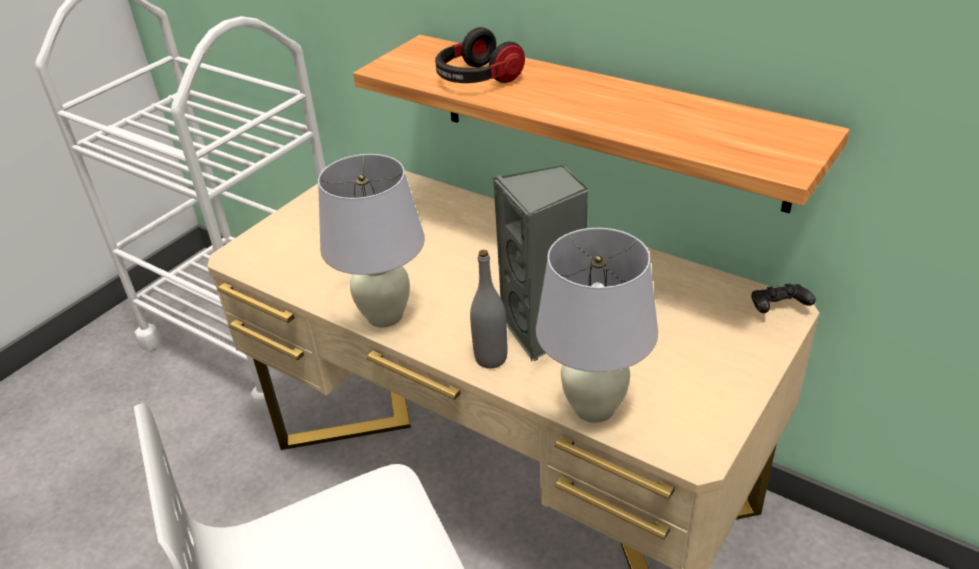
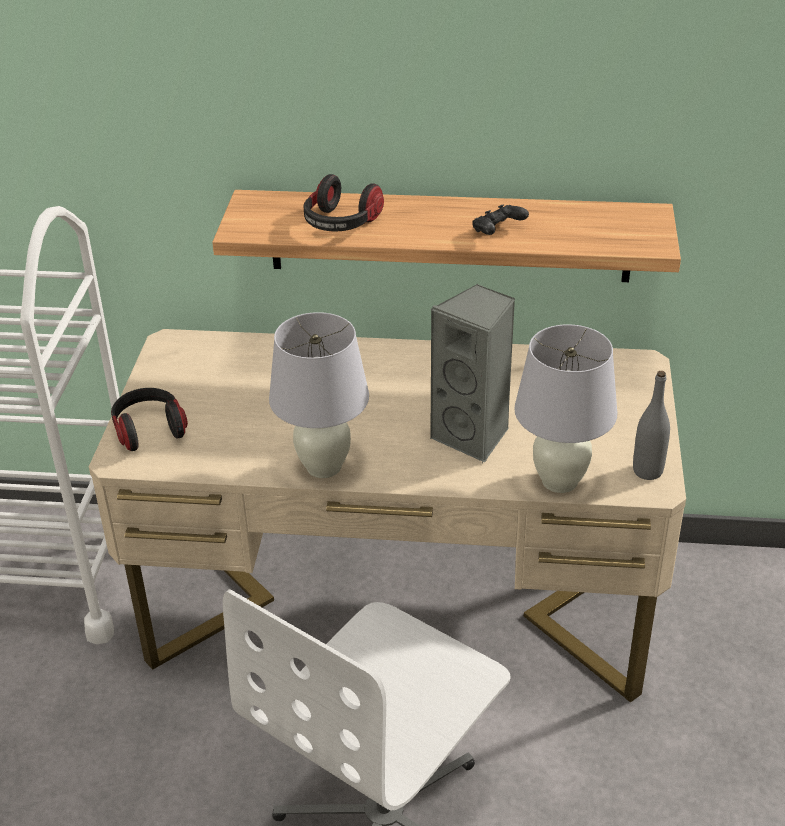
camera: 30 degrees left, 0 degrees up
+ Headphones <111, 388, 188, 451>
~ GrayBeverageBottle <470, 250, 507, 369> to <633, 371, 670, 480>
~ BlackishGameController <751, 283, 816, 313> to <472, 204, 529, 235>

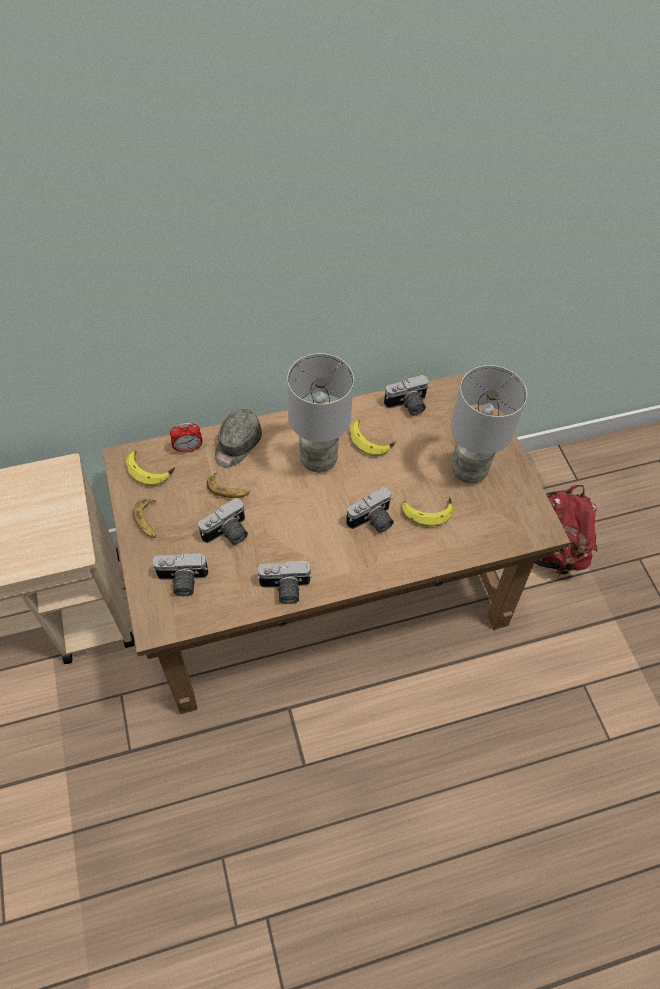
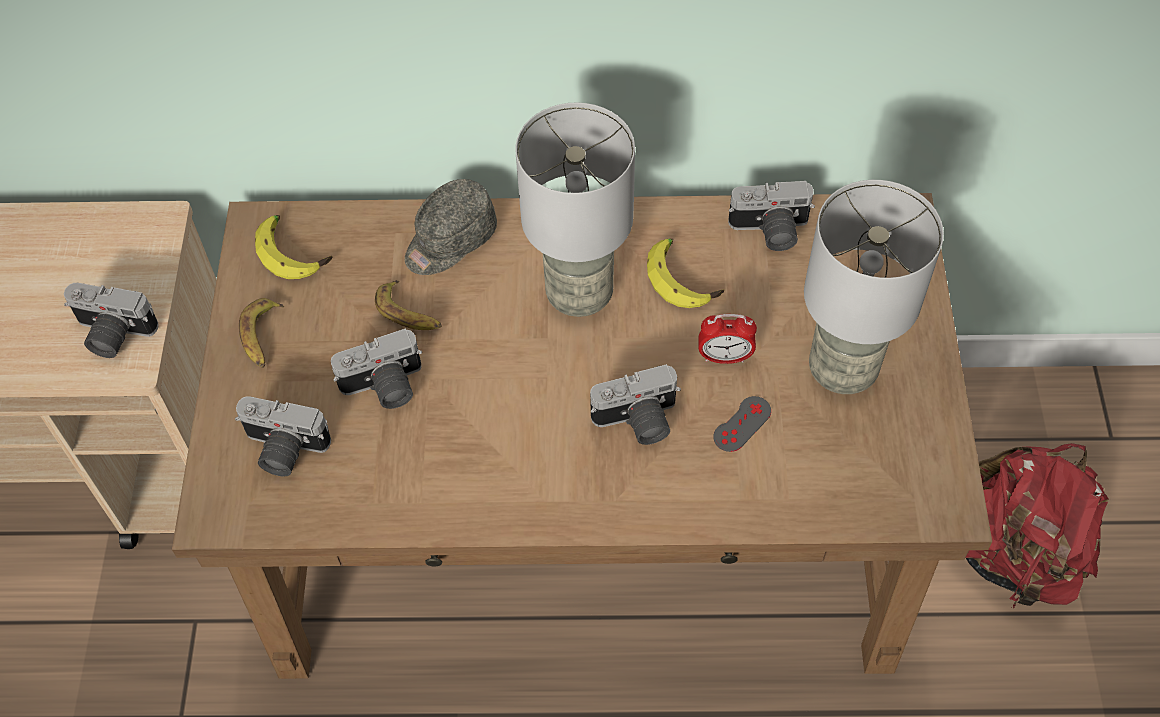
camera: 20 degrees right, 0 degrees up
~ AlarmClock <170, 423, 203, 453> to <699, 314, 757, 364>
~ StillCamera <257, 561, 312, 604> to <64, 283, 159, 358>
~ BananaFruit <402, 497, 453, 526> to GrayGameController <713, 396, 771, 452>

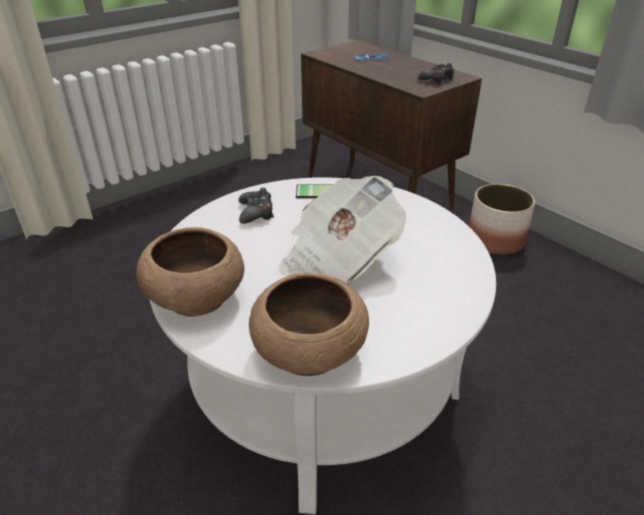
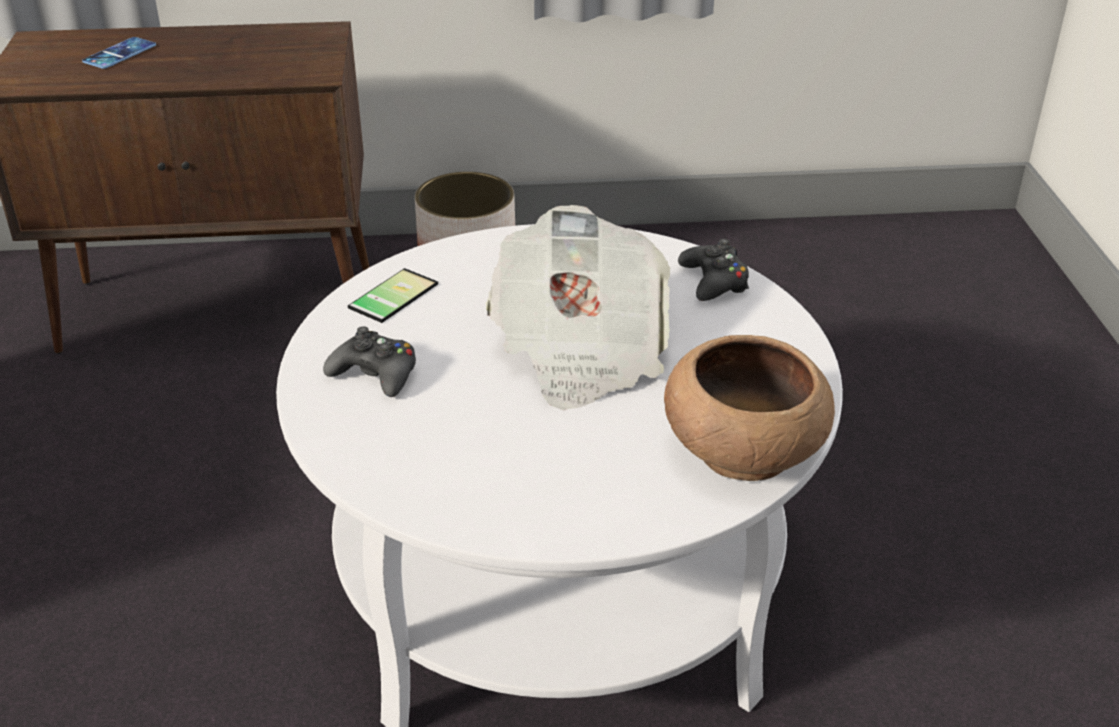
camera: 55 degrees left, 0 degrees up
- BrownColouredDeepDish <136, 227, 244, 317>
~ BlackishGameController <418, 63, 454, 84> to <678, 239, 749, 301>

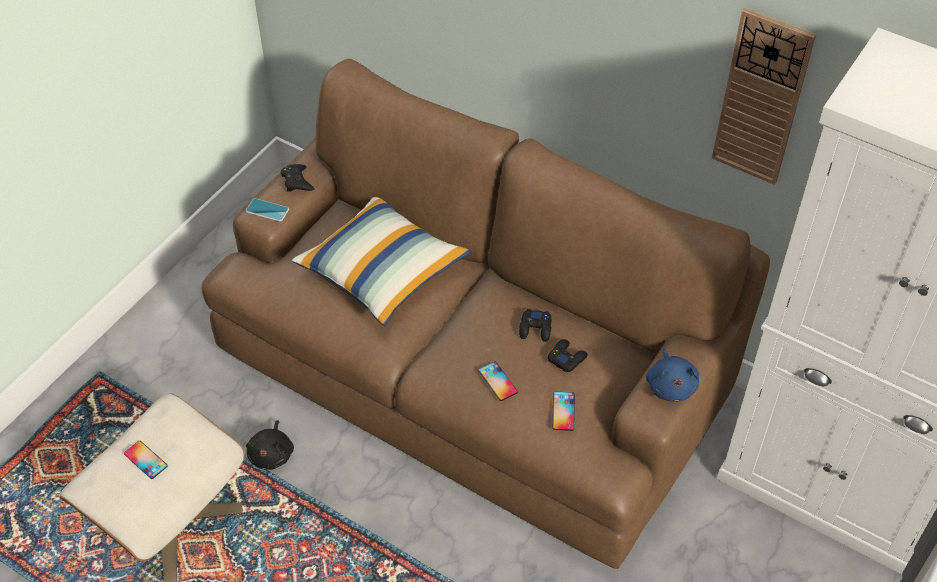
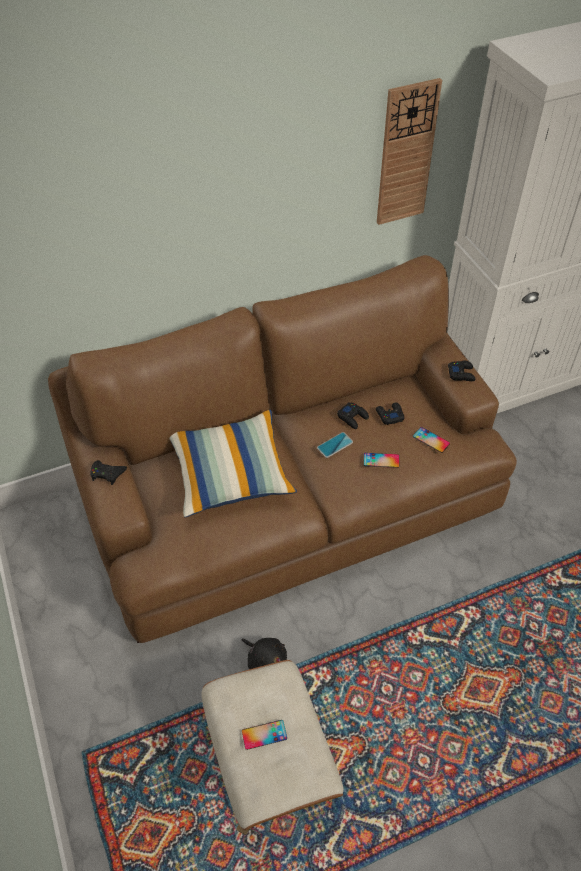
camera: 55 degrees left, 0 degrees up
~ Handset <246, 198, 289, 222> to <317, 432, 353, 458>
~ BluishPlushToy <646, 348, 699, 402> to BlackishGameController <448, 361, 476, 381>

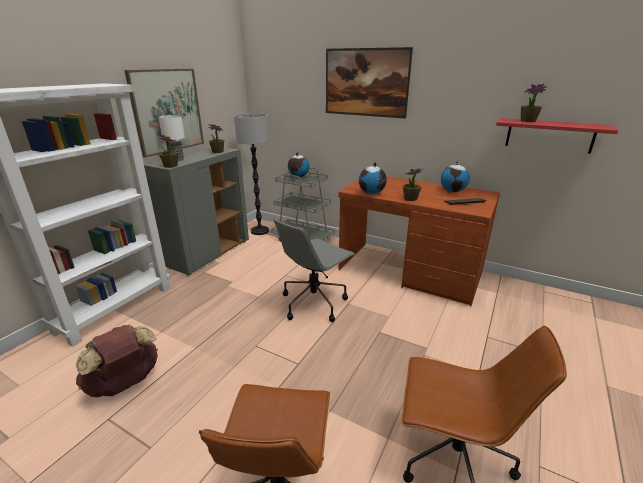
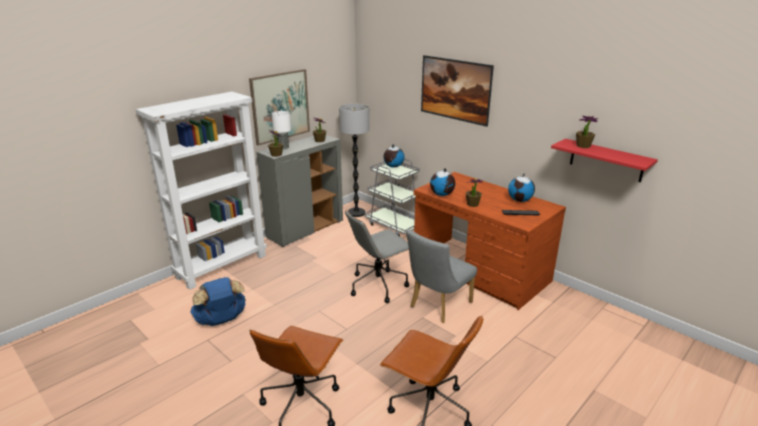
camera: 15 degrees right, 0 degrees up
+ GrayUprightChair <406, 229, 477, 323>
~ BrownColouredBackpack <76, 325, 158, 397> to BluishBackpack <191, 277, 246, 326>

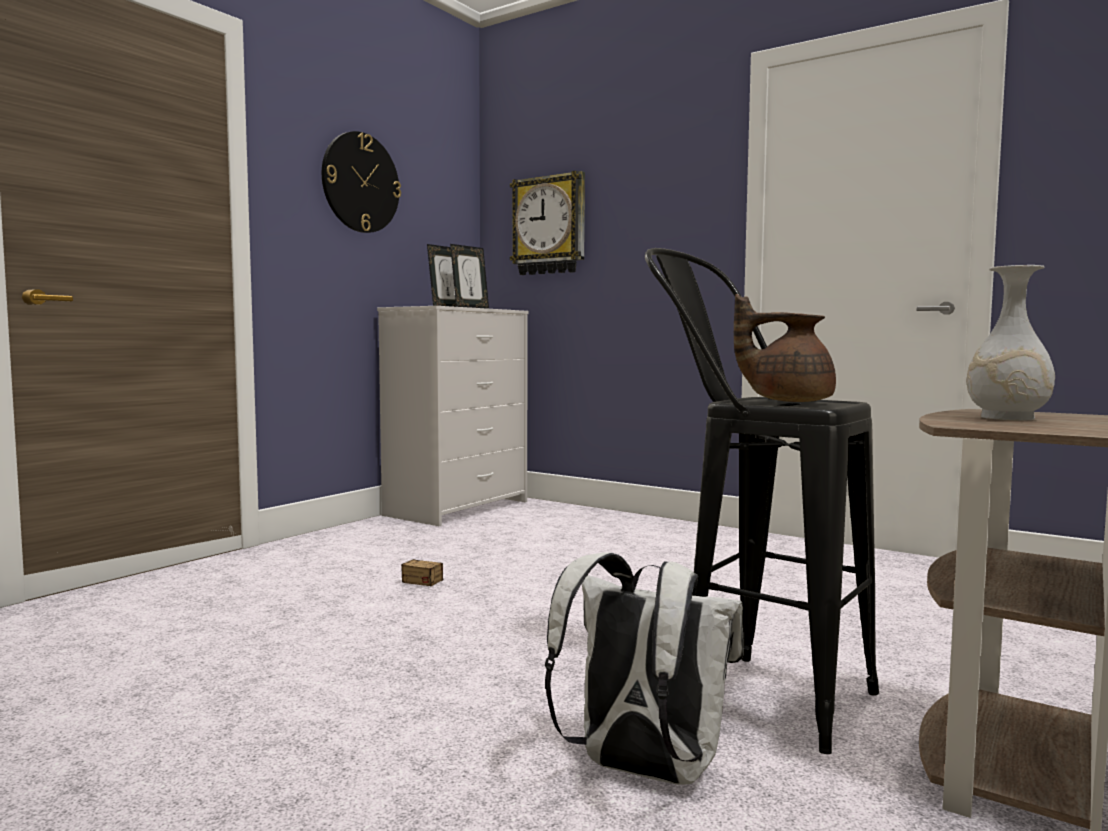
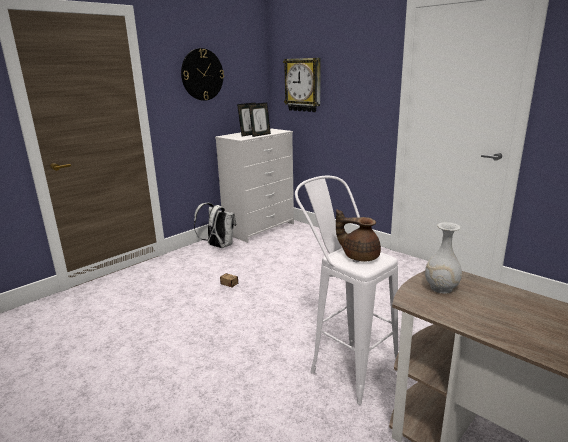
camera: 10 degrees right, 15 degrees up
~ WhitishBackpack <545, 553, 744, 785> to <194, 203, 236, 248>
~ BlackishStool <645, 248, 879, 754> to WhitishStool <295, 176, 398, 405>

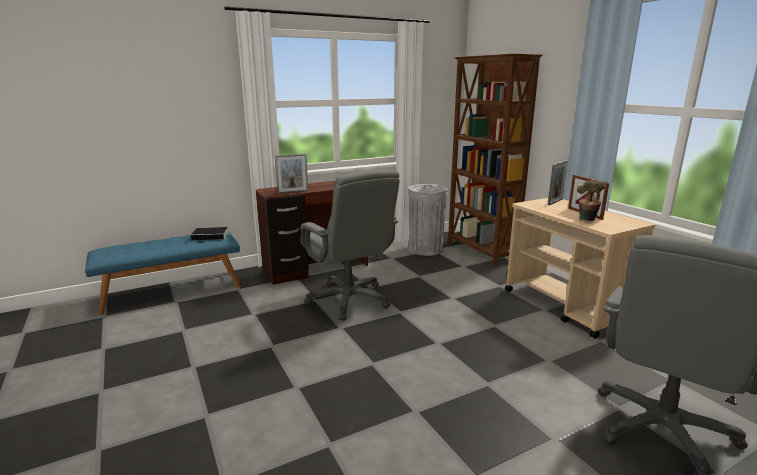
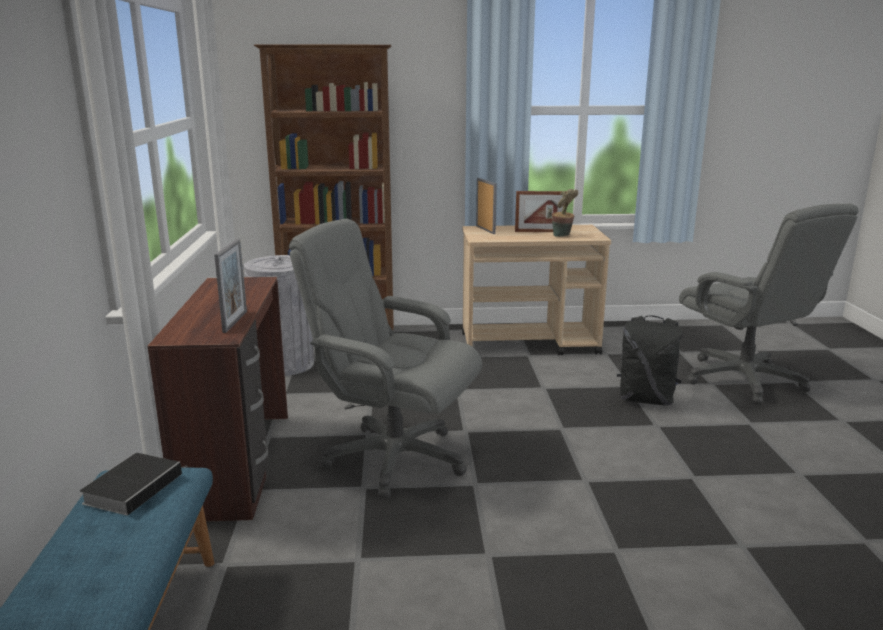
camera: 65 degrees left, 0 degrees up
+ BlackishBackpack <617, 315, 683, 406>
~ GrayDeskChair <300, 170, 400, 320> = <289, 219, 482, 499> 150 degrees counterclockwise

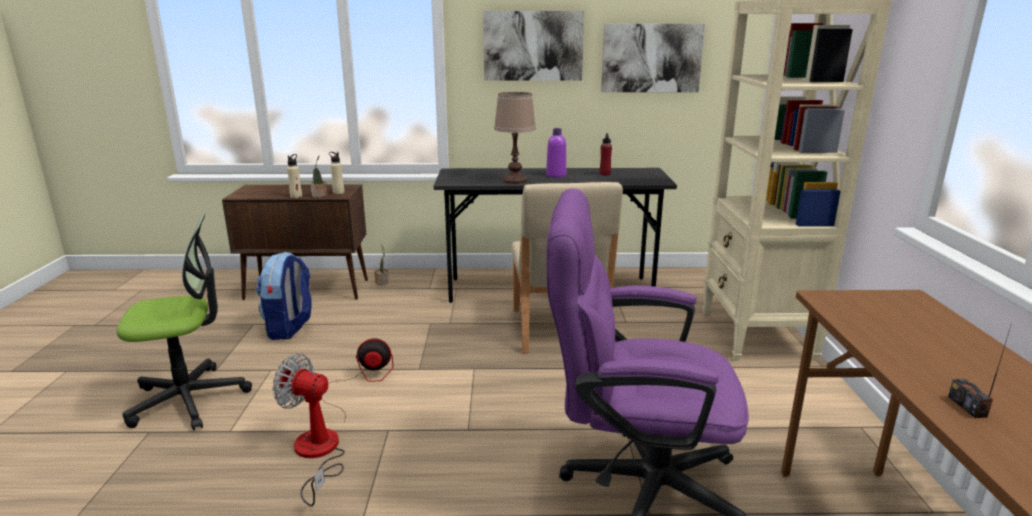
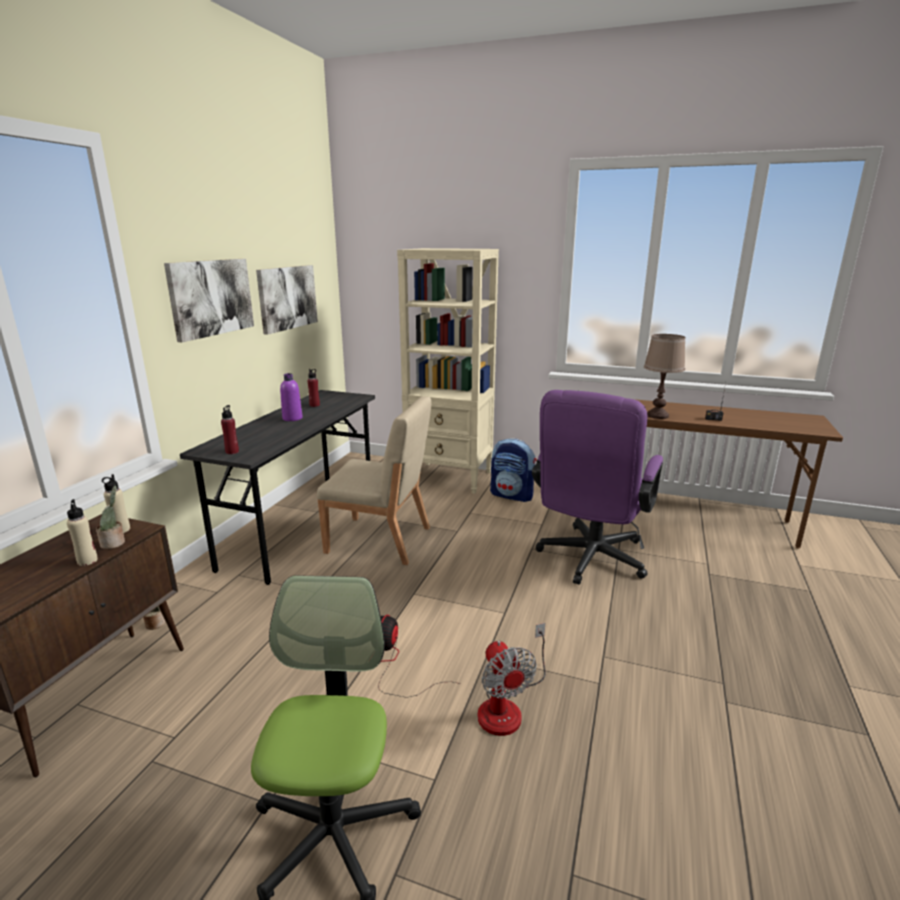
camera: 70 degrees left, 0 degrees up
+ ReddishBeverageBottle <221, 405, 239, 454>
~ Backpack <256, 252, 312, 340> to <490, 439, 537, 502>
~ BrownColouredTableLamp <494, 92, 536, 184> to <644, 334, 686, 419>
~ Fan <272, 354, 345, 506> = <478, 623, 545, 736> 60 degrees counterclockwise

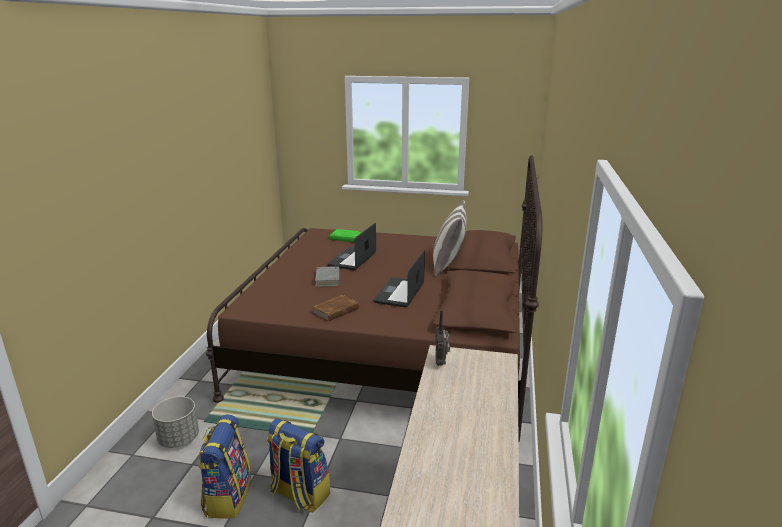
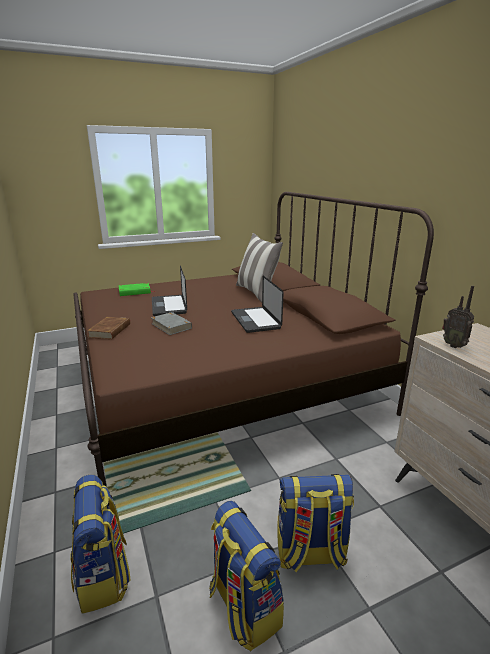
camera: 35 degrees left, 0 degrees up
~ BrownColouredBoundBook <312, 295, 359, 322> to <87, 317, 130, 339>
~ GrayFlowerPot <152, 396, 199, 448> to Backpack <70, 475, 131, 614>

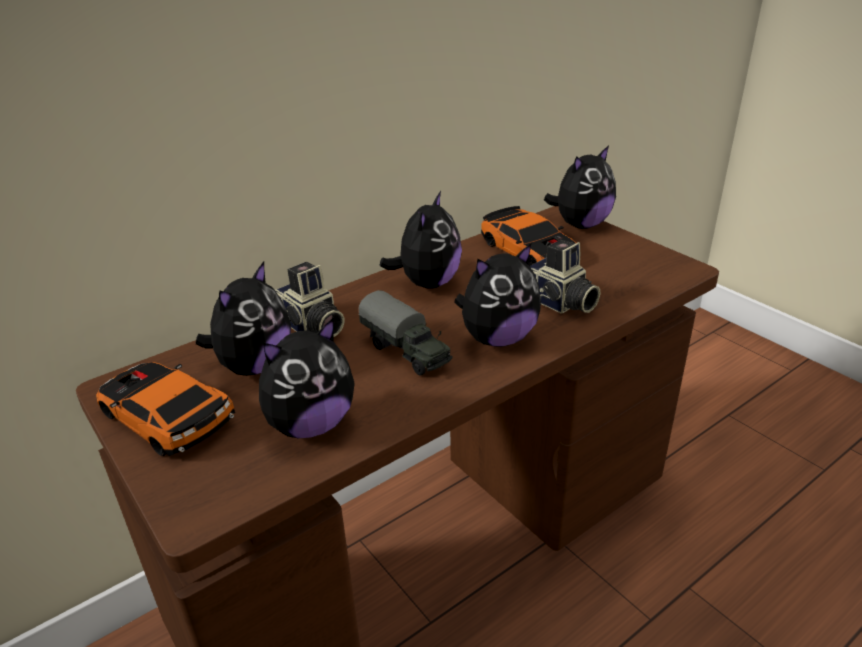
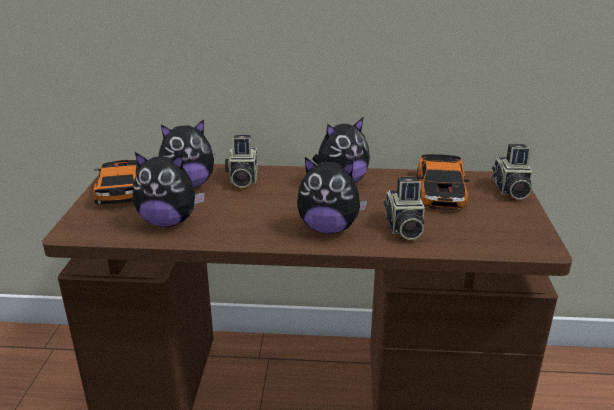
camera: 40 degrees right, 5 degrees down
- ToyTruck <358, 290, 452, 375>
~ PlushToy <544, 145, 616, 229> to StillCamera <492, 144, 532, 200>

